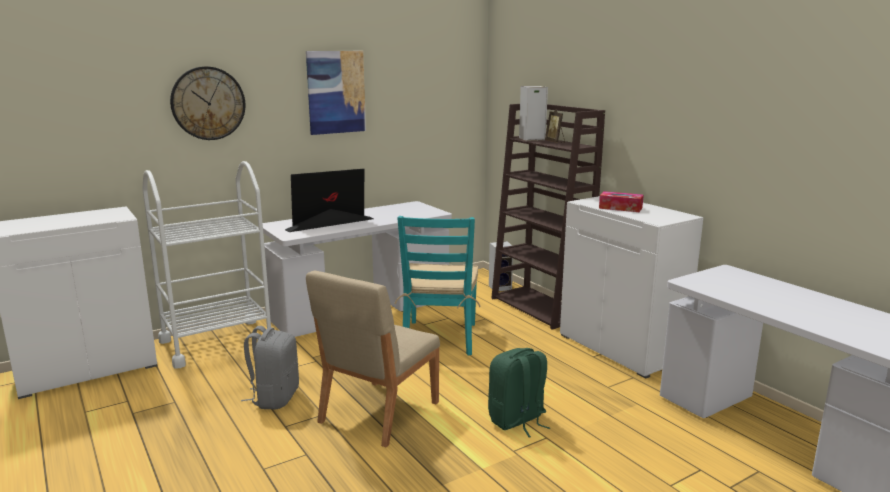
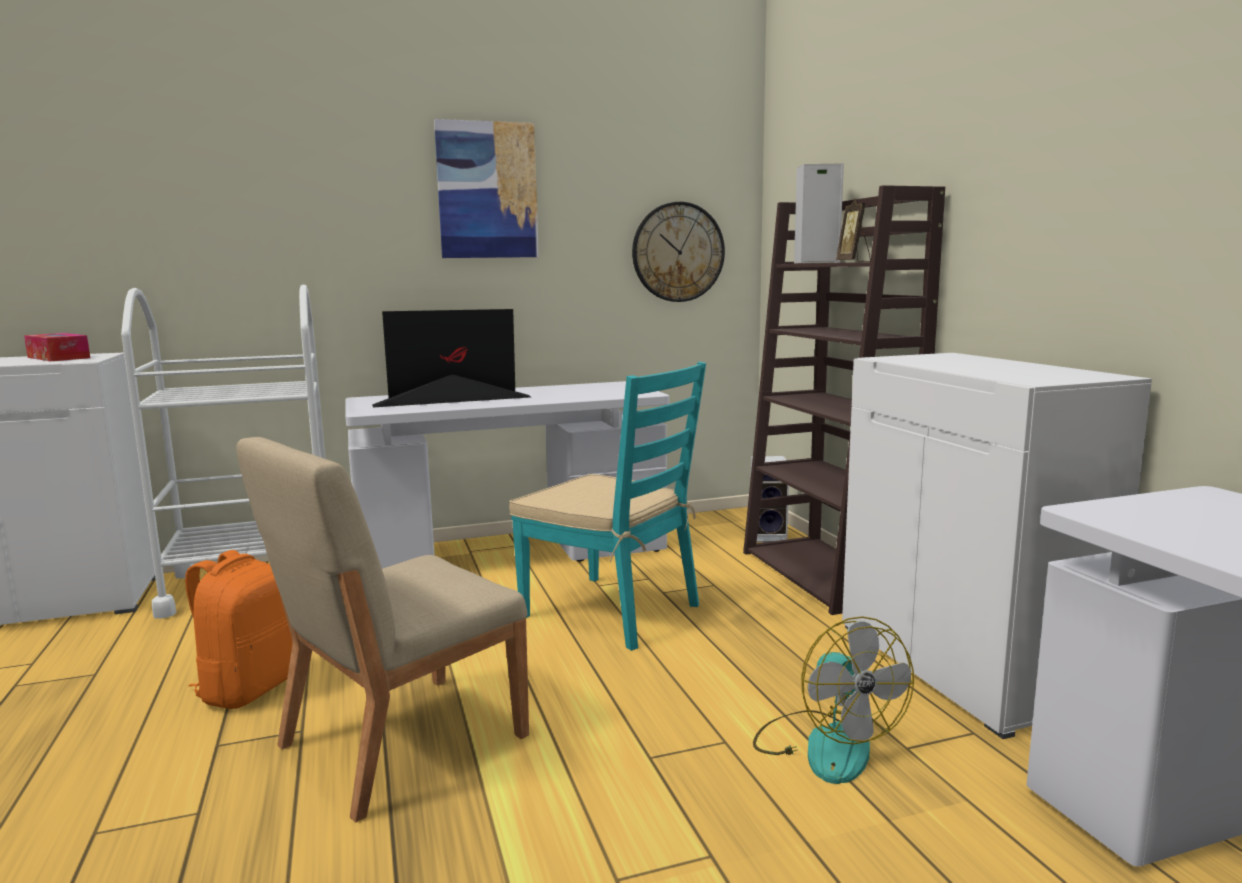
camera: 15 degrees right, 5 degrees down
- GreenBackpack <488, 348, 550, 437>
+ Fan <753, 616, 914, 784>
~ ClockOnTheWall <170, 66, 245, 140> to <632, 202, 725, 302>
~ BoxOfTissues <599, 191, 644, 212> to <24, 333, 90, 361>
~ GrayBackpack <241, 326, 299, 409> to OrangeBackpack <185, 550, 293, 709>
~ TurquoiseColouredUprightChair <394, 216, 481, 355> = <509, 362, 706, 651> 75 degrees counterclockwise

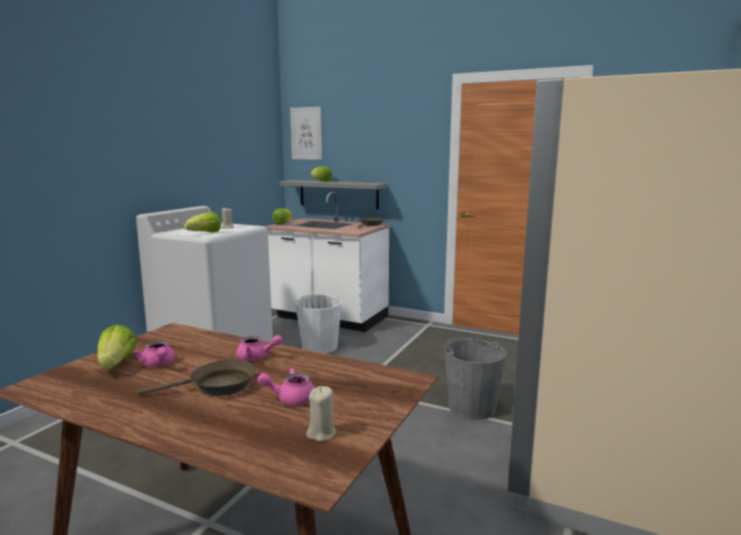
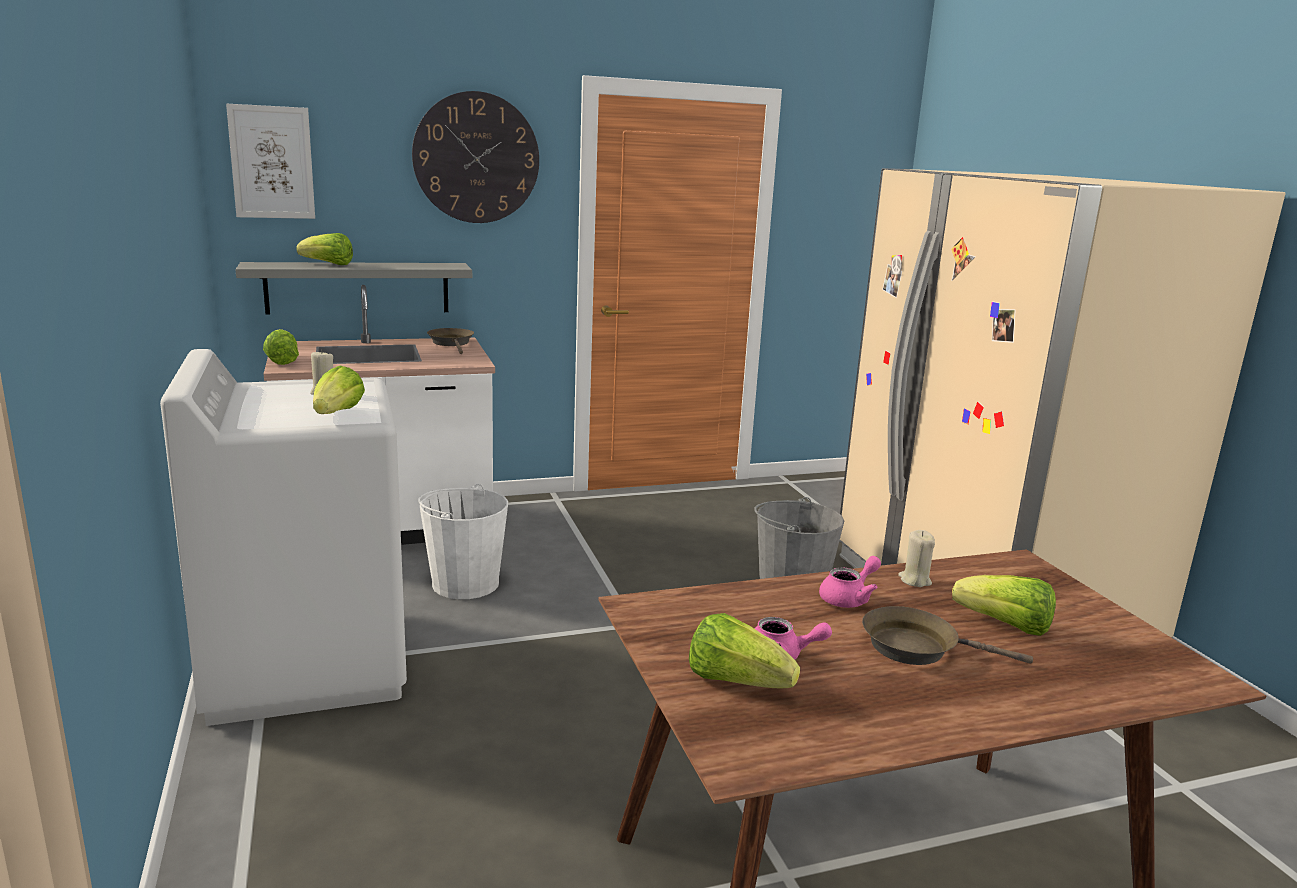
camera: 45 degrees left, 5 degrees up
+ ClockOnTheWall <412, 91, 539, 223>
~ SandColouredWaxCandle <306, 386, 336, 442> to <898, 530, 935, 587>
~ PinkColouredTeapot <257, 368, 315, 405> to Lettuce <952, 575, 1056, 636>
~ BrownColouredPan <137, 360, 256, 396> = <862, 606, 1033, 665> 105 degrees counterclockwise

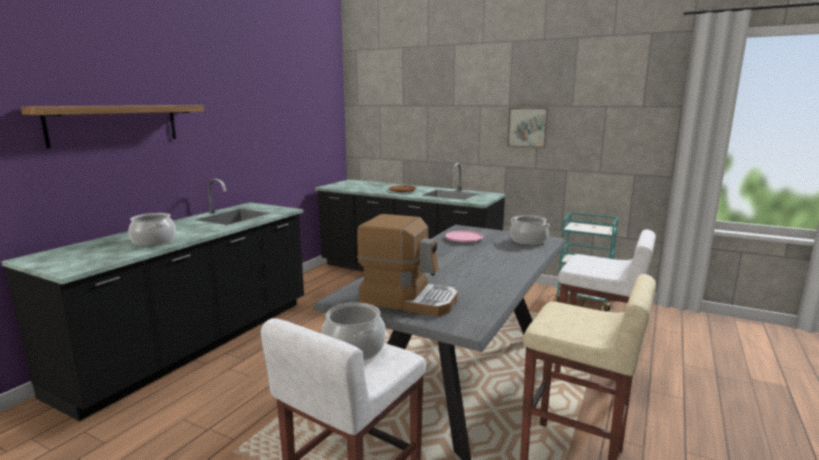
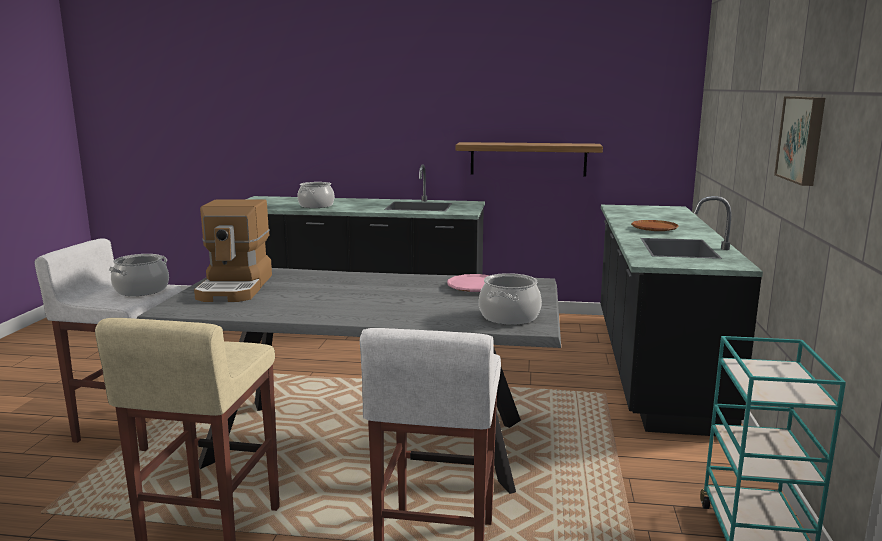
camera: 70 degrees right, 0 degrees up
~ WallShelf <21, 105, 204, 149> to <456, 142, 603, 177>

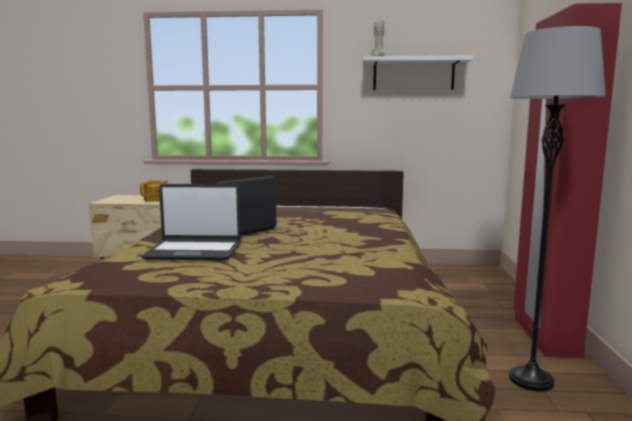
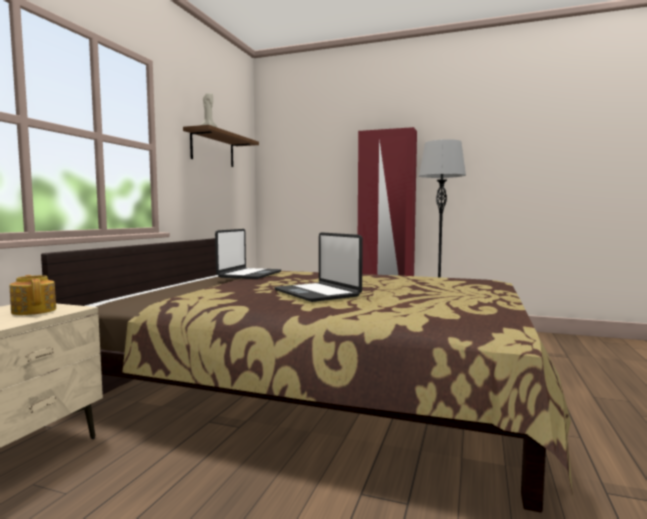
camera: 75 degrees left, 5 degrees down
~ PortableComputer <142, 184, 241, 261> to <215, 229, 281, 279>
~ WhitishWallShelf <363, 55, 473, 90> to BrownColouredWallShelf <183, 125, 259, 167>

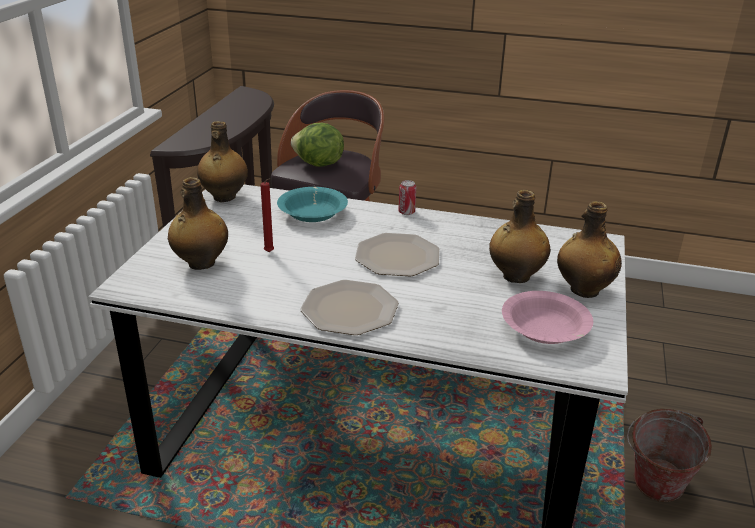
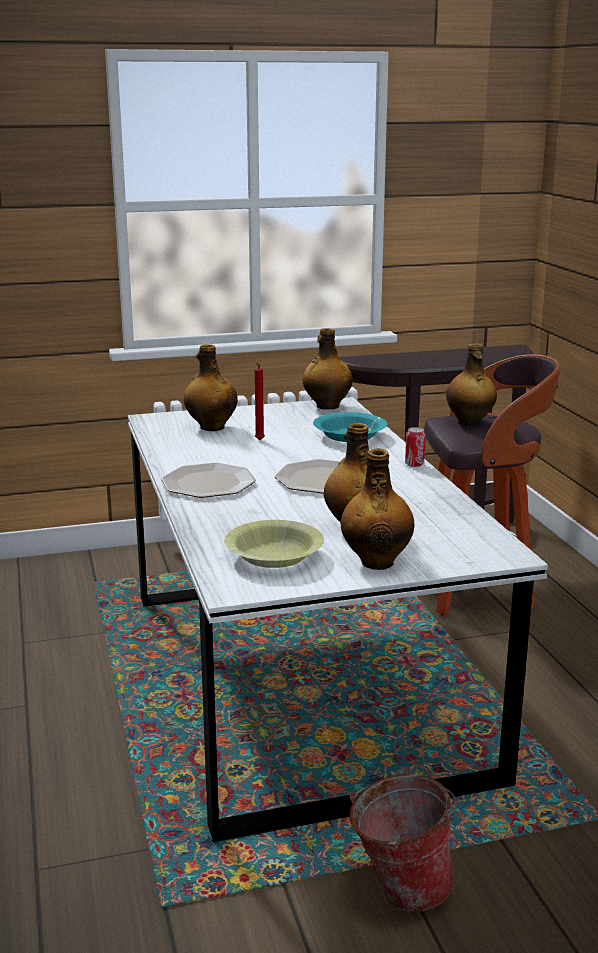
camera: 60 degrees right, 10 degrees down
~ Lettuce <291, 123, 344, 167> to BeverageBottle <446, 344, 497, 426>
~ PinkColouredDeepDish <502, 291, 593, 344> to YellowColouredDeepDish <224, 520, 324, 568>

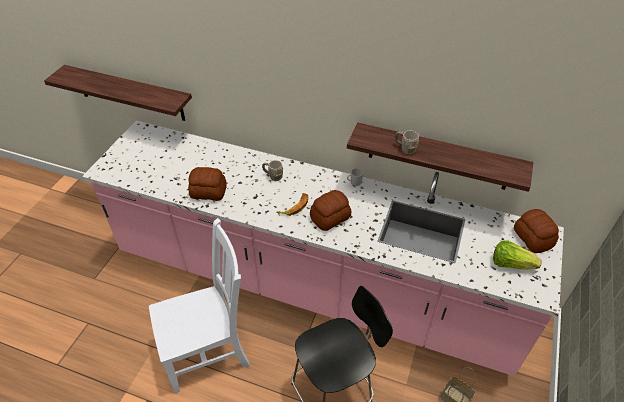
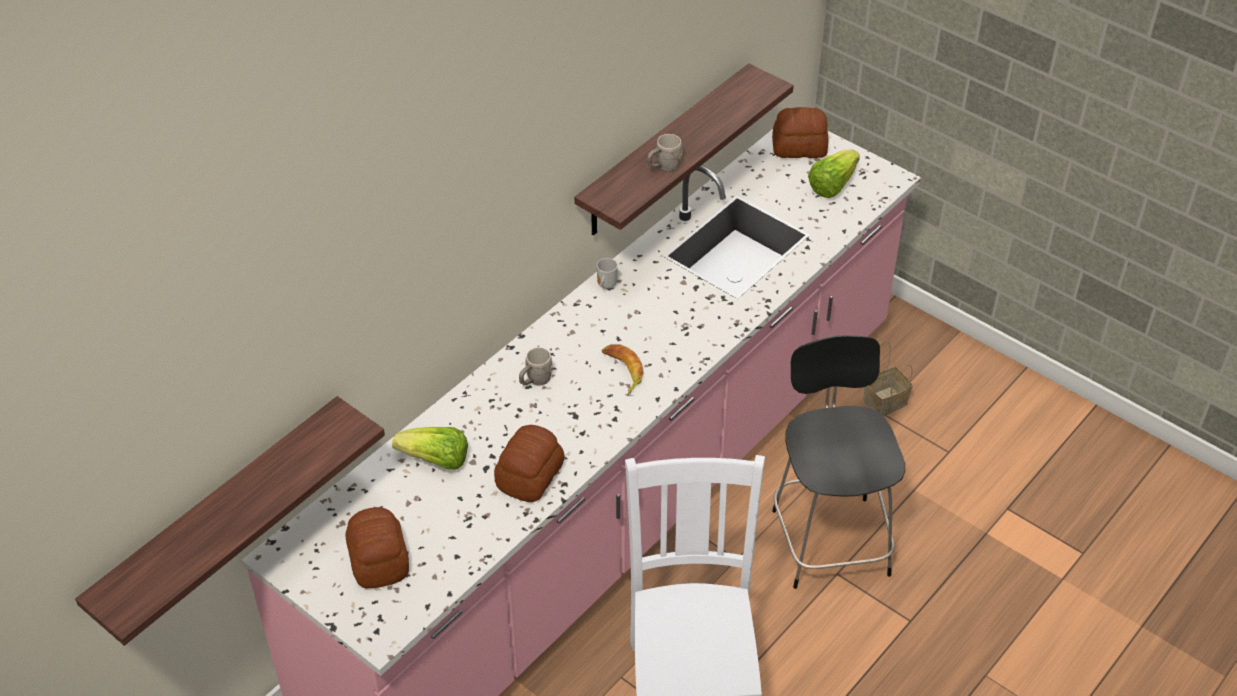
camera: 70 degrees left, 0 degrees up
+ Lettuce <392, 427, 468, 469>
~ BakeryBread <310, 190, 351, 231> to <345, 507, 409, 589>

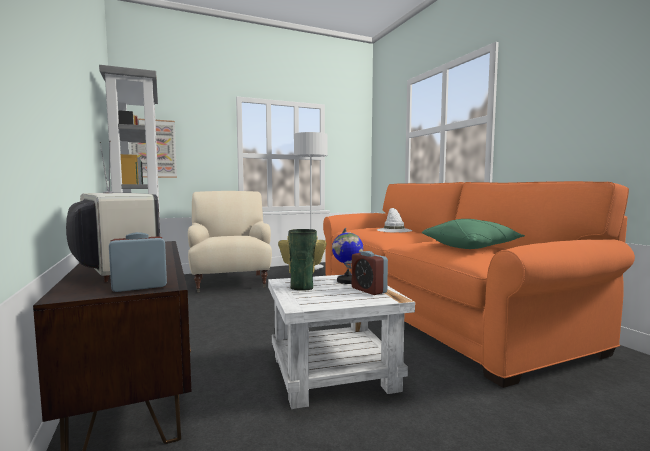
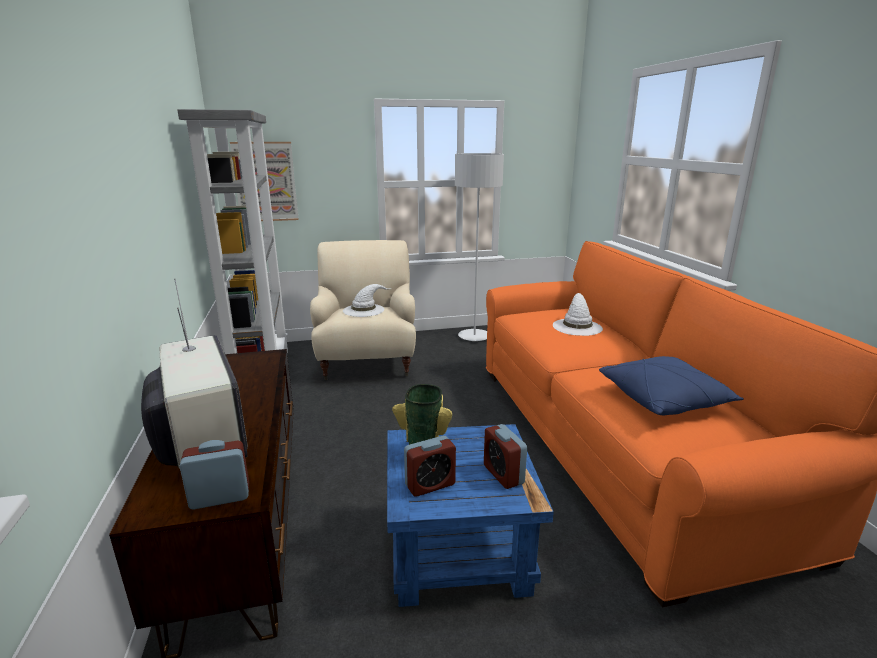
camera: 10 degrees right, 15 degrees up
- WorldGlobe <332, 228, 363, 284>
+ WhitishWearableHat <343, 284, 391, 317>
+ AlarmClock <404, 436, 456, 497>
~ WhitishEndTable <268, 274, 415, 409> to BluishEndTable <387, 424, 554, 607>
~ GreenPillow <422, 219, 525, 249> to BluishPillow <599, 356, 744, 415>

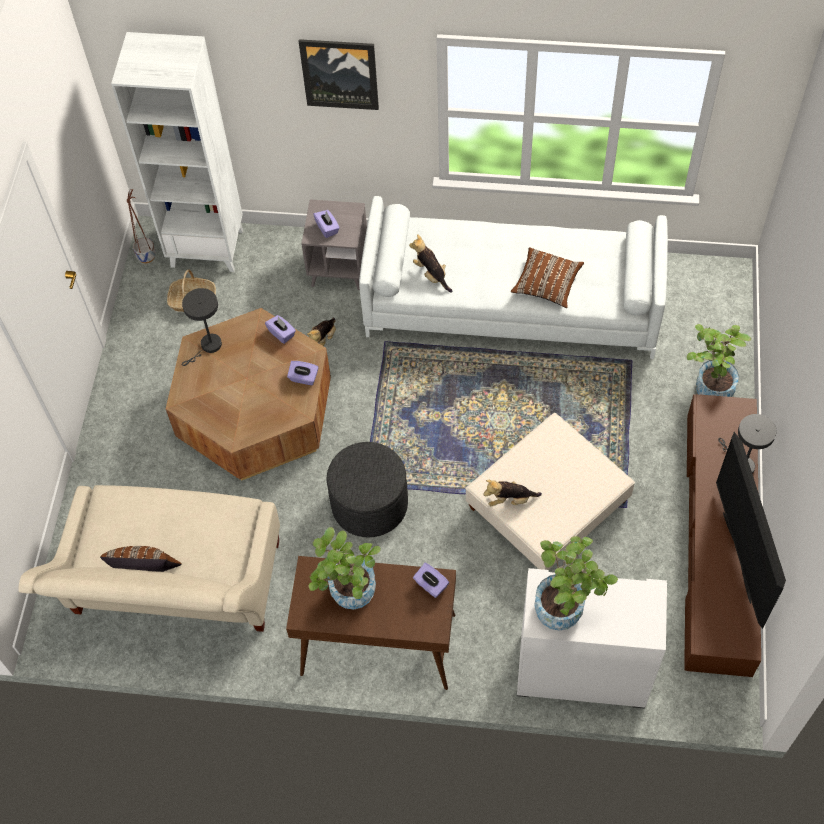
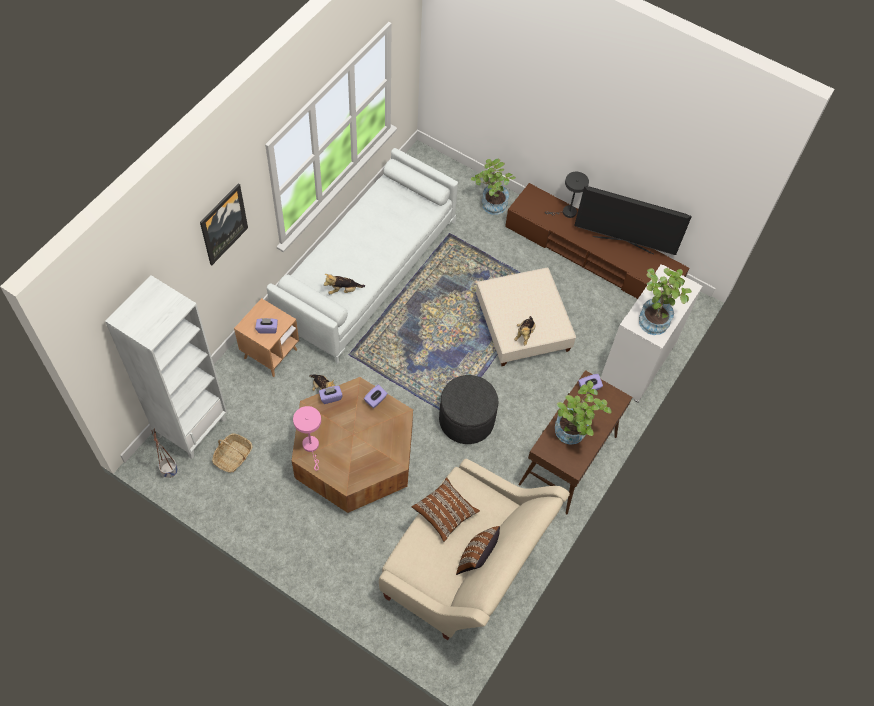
camera: 70 degrees left, 0 degrees up
~ BrownColouredPillow <511, 247, 584, 308> to <412, 477, 480, 542>
~ GrayTableLamp <182, 288, 222, 366> to PinkColouredTableLamp <293, 406, 321, 471>
~ GrayEndTable <301, 199, 367, 290> to BrownColouredEndTable <234, 298, 299, 377>

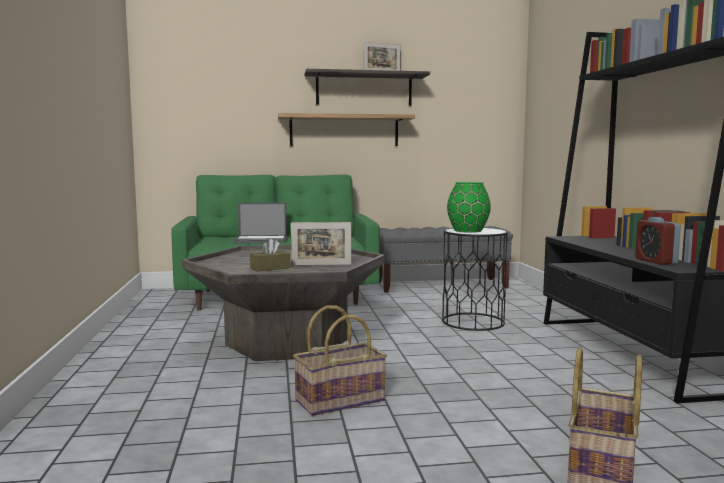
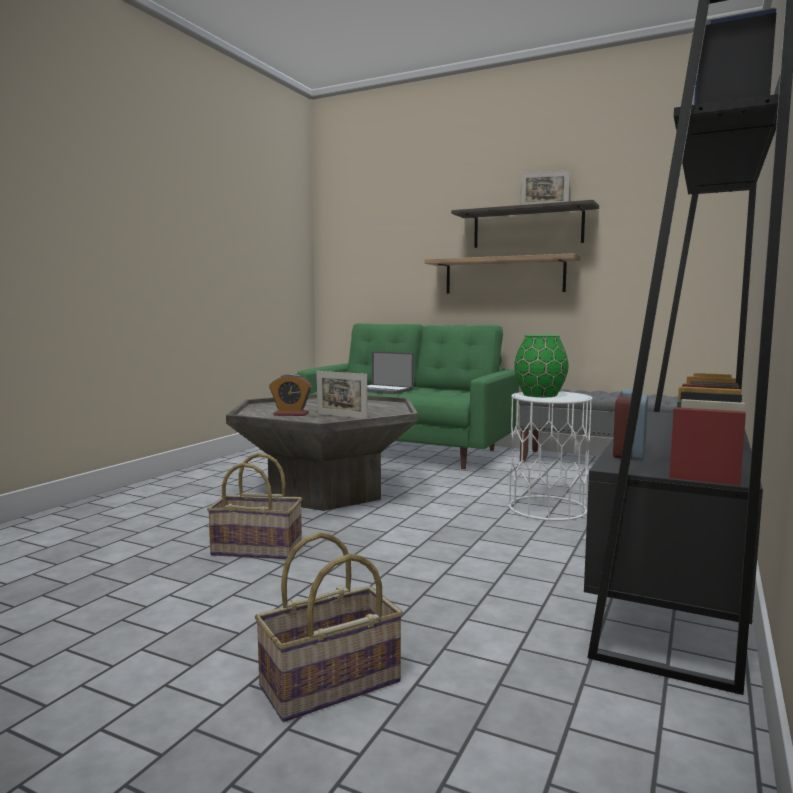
camera: 35 degrees right, 0 degrees up
~ BrownColouredBoxOfTissues <250, 239, 290, 271> to AlarmClock <269, 374, 312, 416>
~ BlackishEndTable <442, 228, 508, 331> to WhitishEndTable <509, 391, 592, 521>

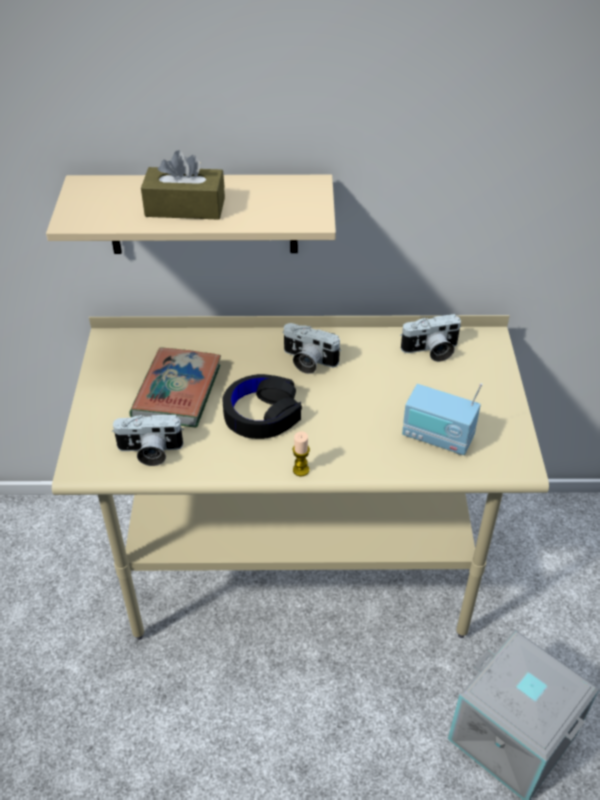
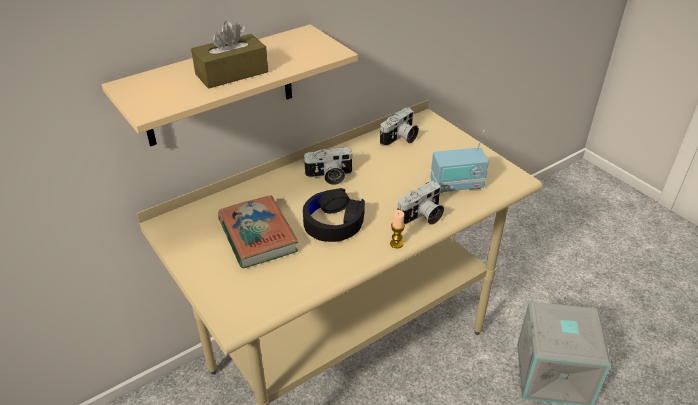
camera: 35 degrees left, 5 degrees down
~ StillCamera <112, 414, 184, 466> to <398, 181, 444, 225>

